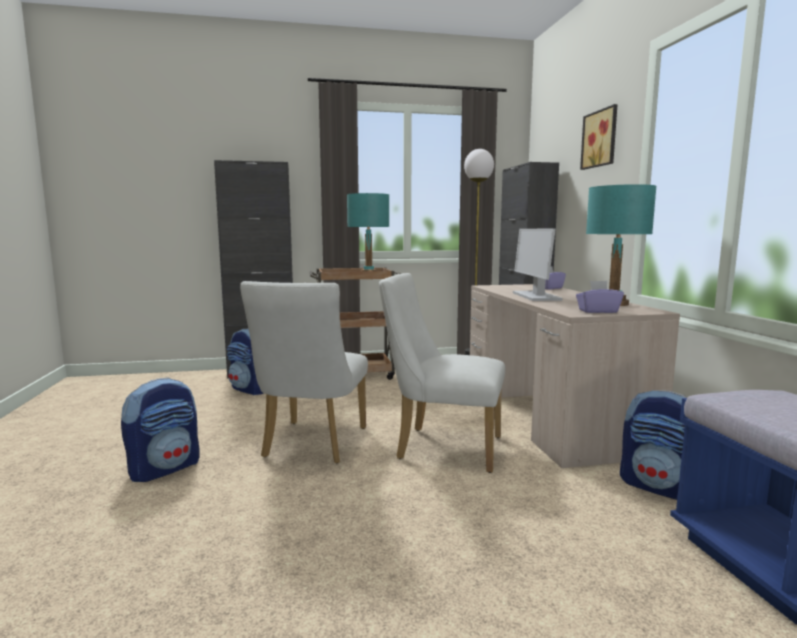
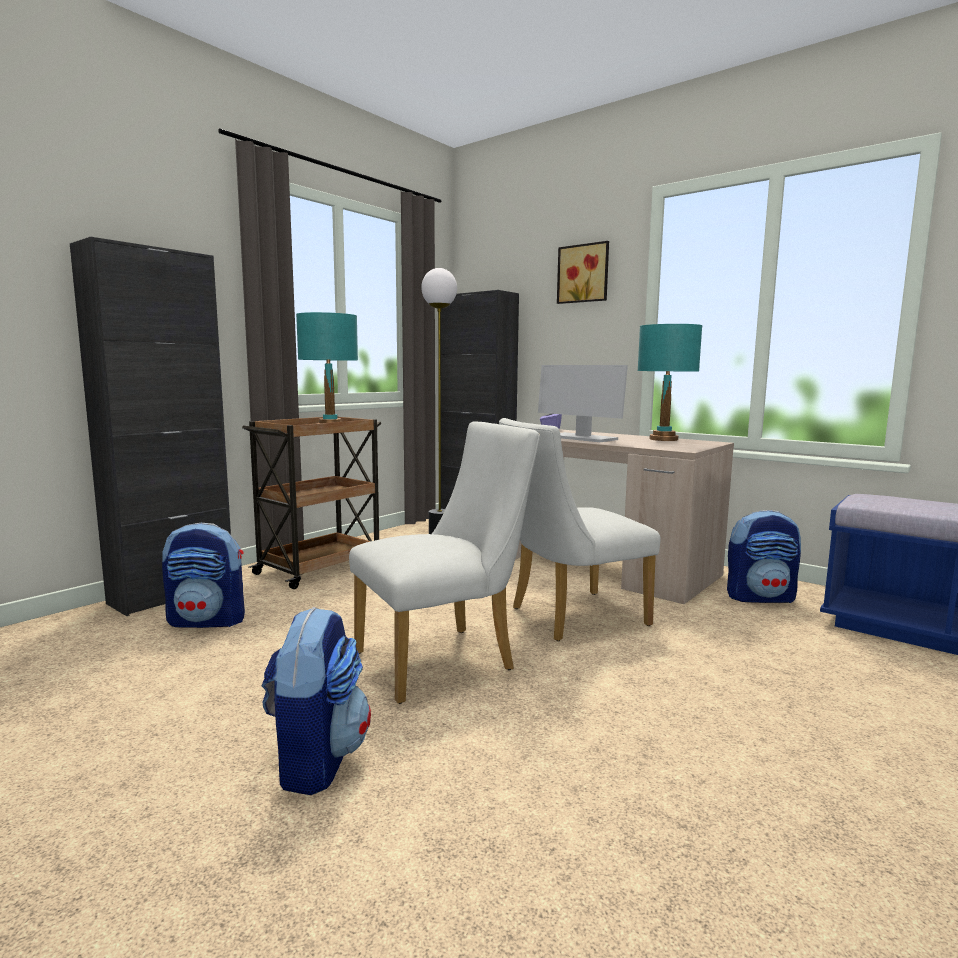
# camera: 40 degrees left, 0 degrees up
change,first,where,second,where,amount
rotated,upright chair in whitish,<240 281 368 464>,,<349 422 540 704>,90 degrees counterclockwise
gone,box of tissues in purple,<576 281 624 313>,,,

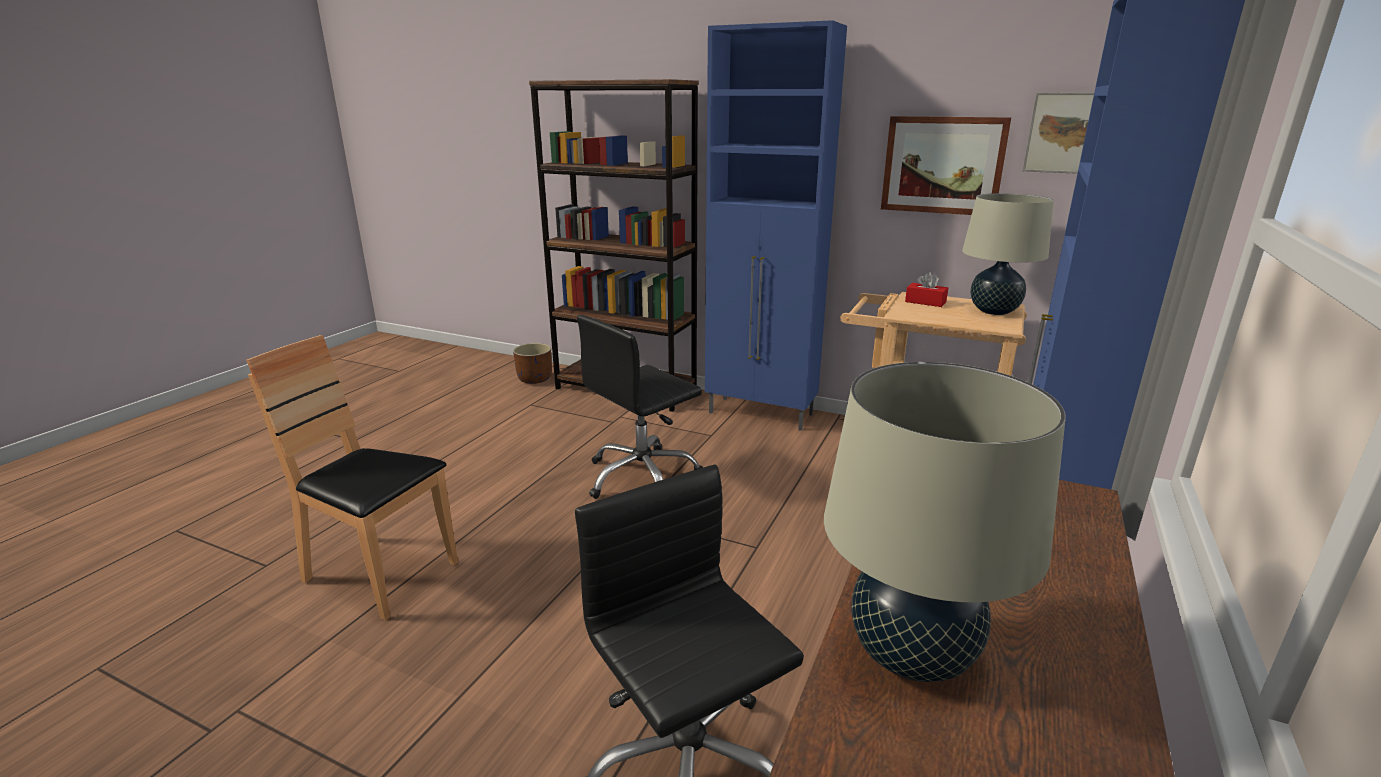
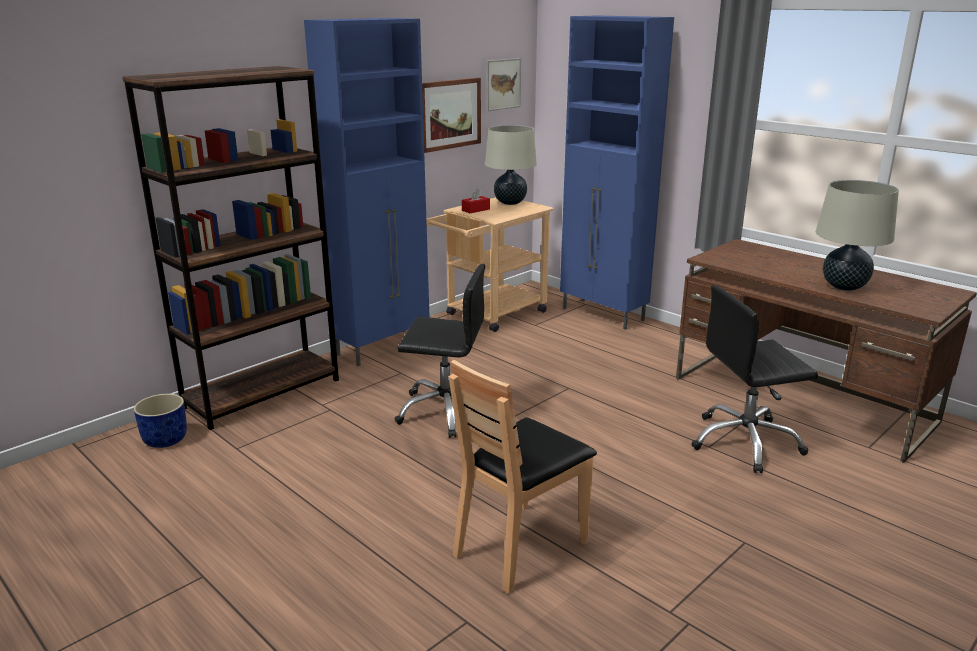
# camera: 70 degrees left, 0 degrees up
change,first,where,second,where,amount
rotated,computer chair in black,<577 315 703 499>,,<394 264 485 438>,60 degrees counterclockwise
repainted,flower pot in brown-coloured,<513 343 552 384>,flower pot in bluish,<134 394 187 448>,

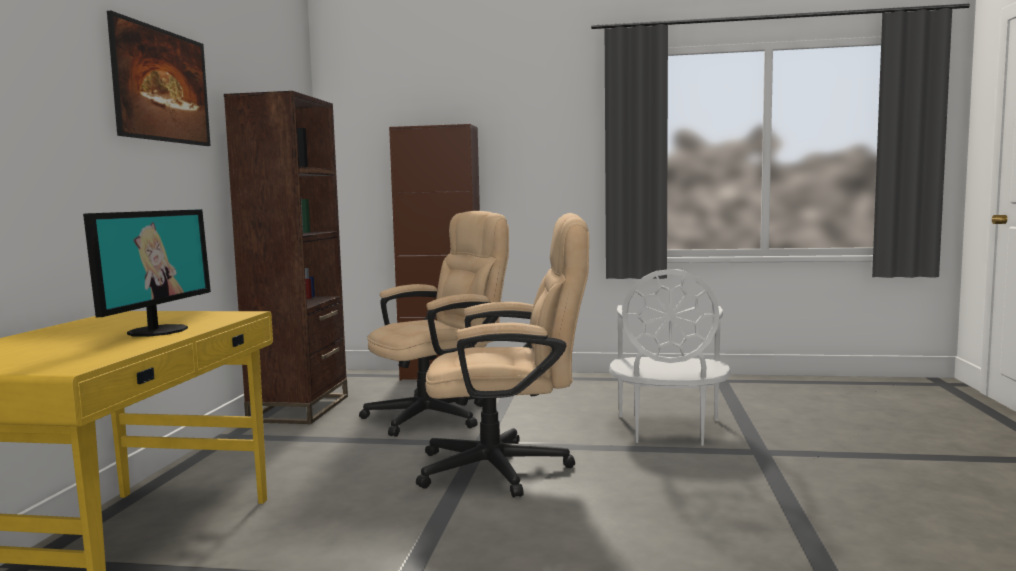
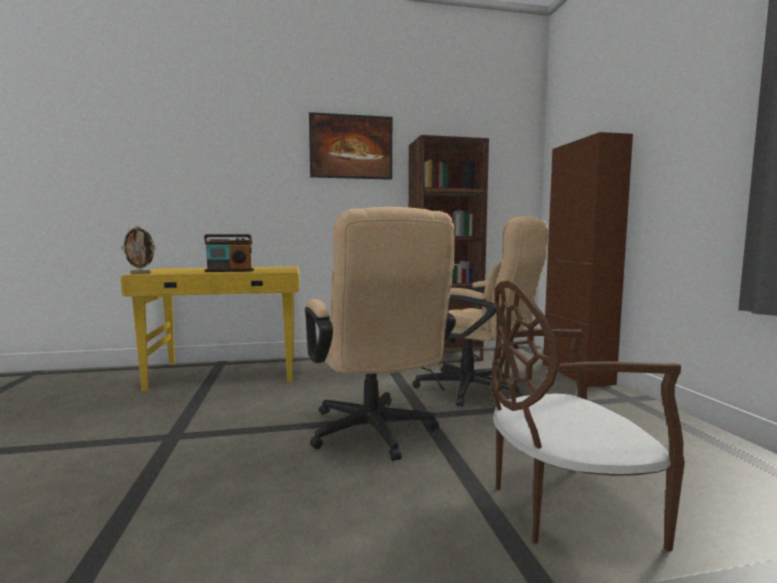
# camera: 70 degrees right, 0 degrees up
change,first,where,second,where,amount
swapped,monitor,<83 209 211 337>,radio,<204 234 254 272>,
repainted,upright chair in whitish,<609 269 731 446>,upright chair in brown-coloured,<491 281 685 551>,
new,,,picture frame,<121 226 156 274>,

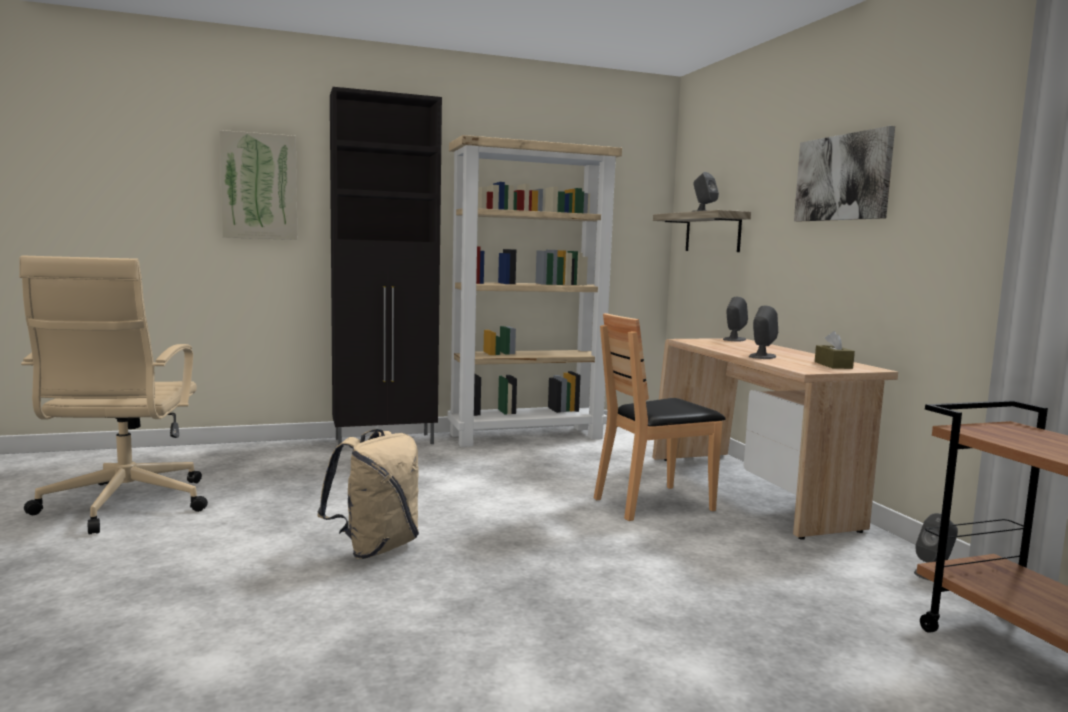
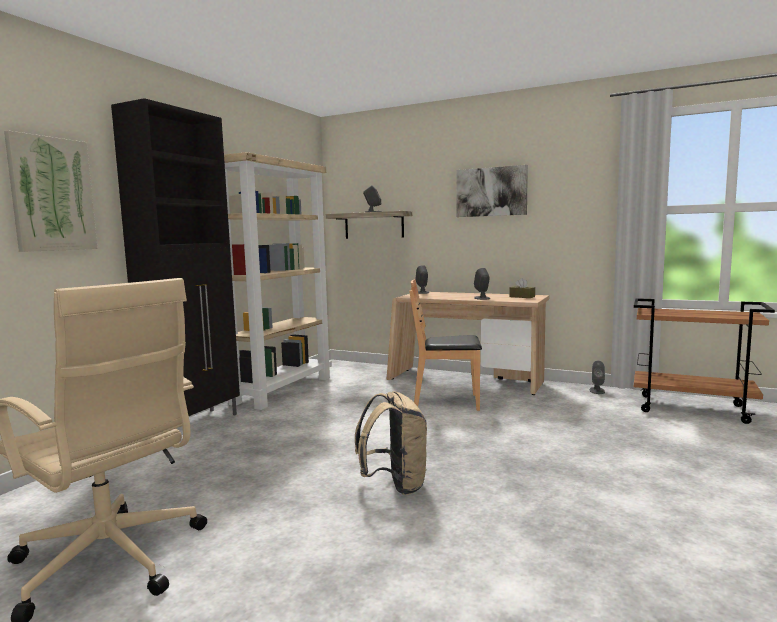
# camera: 45 degrees left, 0 degrees up
change,first,where,second,where,amount
rotated,upright chair in brown-coloured,<594 313 726 521>,,<409 279 482 411>,75 degrees clockwise

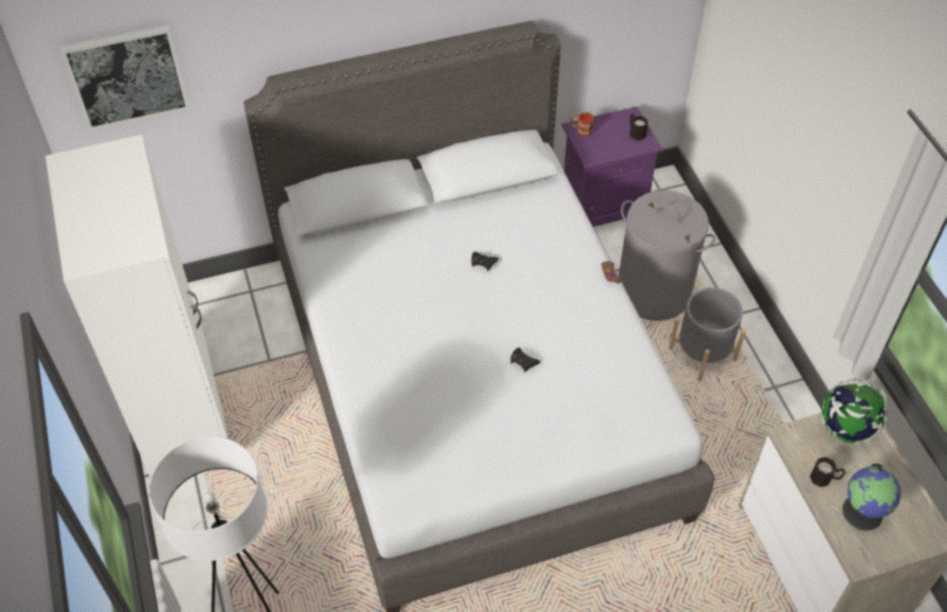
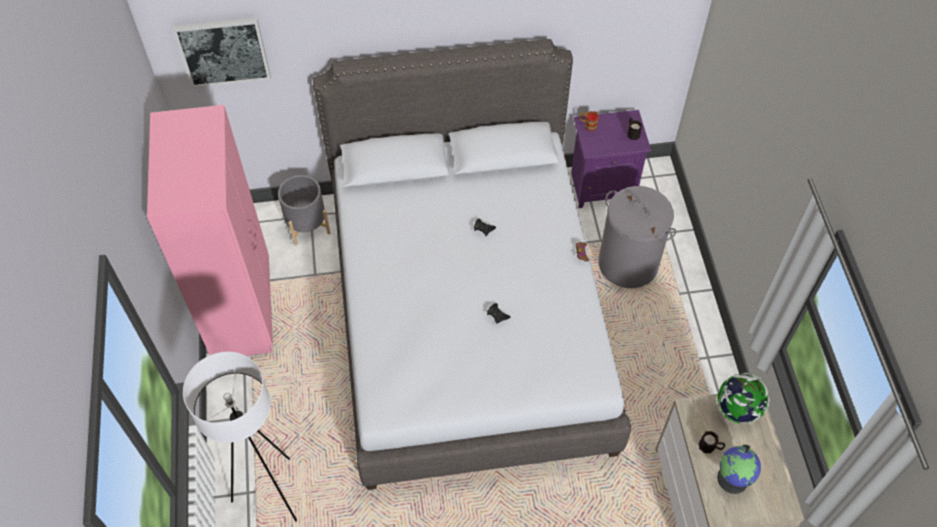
# camera: 10 degrees right, 5 degrees up
change,first,where,second,where,amount
repainted,wardrobe in whitish,<46 135 228 478>,wardrobe in pink-coloured,<147 105 273 356>,
shifted,flower pot in greyish,<669 288 746 381>,,<278 175 330 245>,

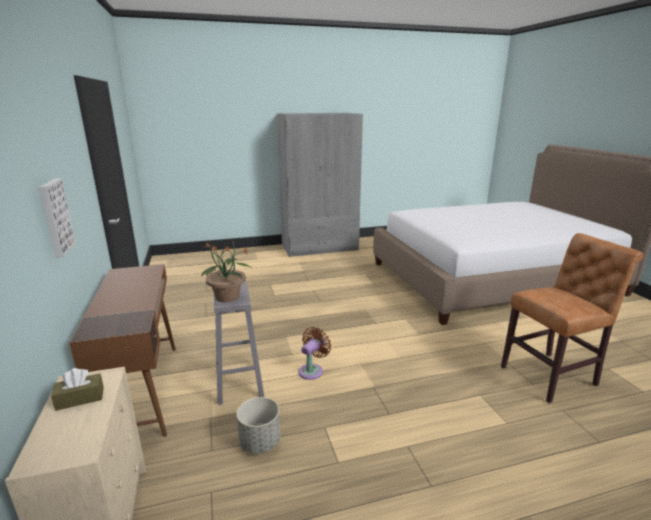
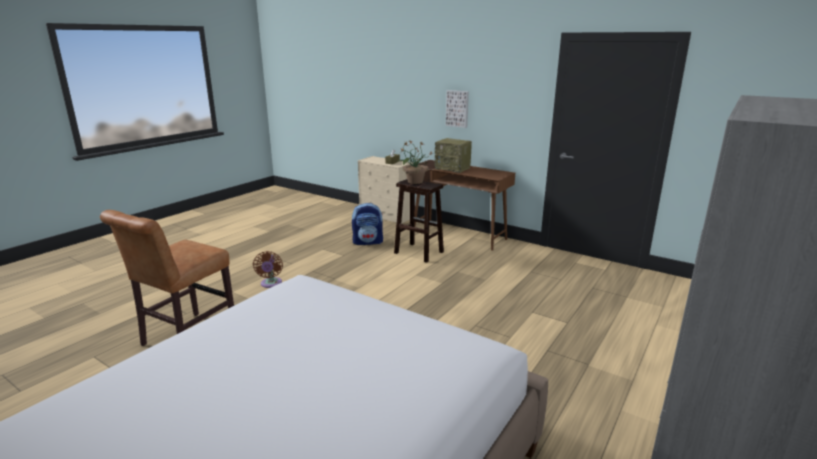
# camera: 140 degrees right, 0 degrees up
change,first,where,second,where,amount
repainted,sitting stool in greyish,<214 280 264 405>,sitting stool in brown-coloured,<394 179 444 263>,
shifted,electric fan in brown-coloured,<299 327 331 380>,,<253 251 283 288>,
swapped,flower pot in greyish,<236 397 280 453>,rucksack,<352 203 383 245>,
new,,,radio,<435 138 472 173>,

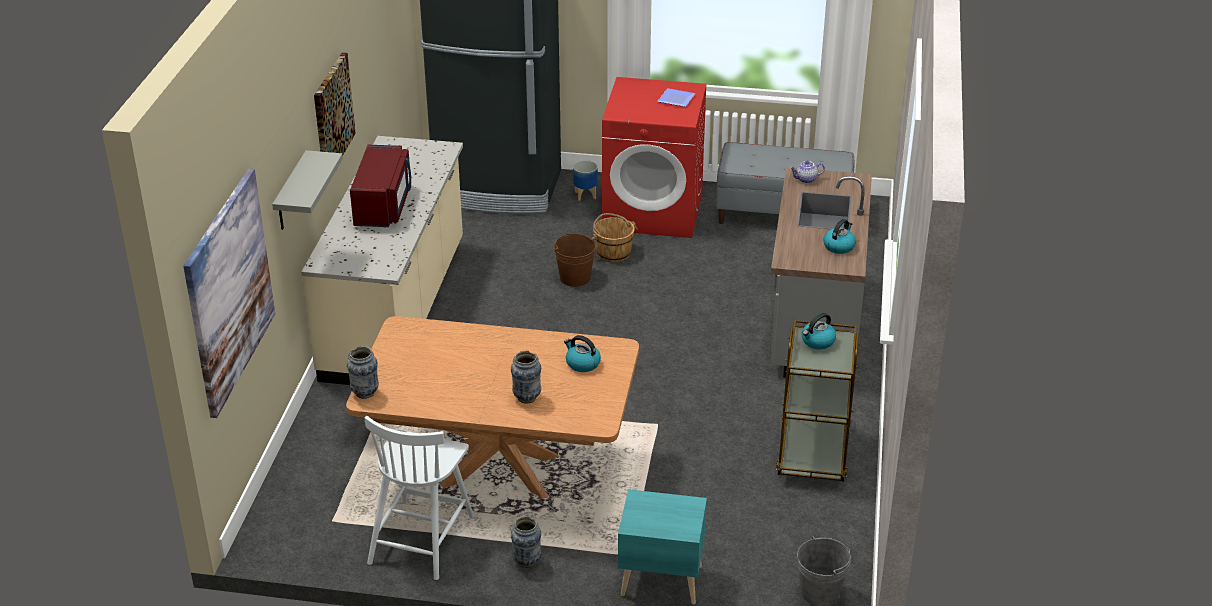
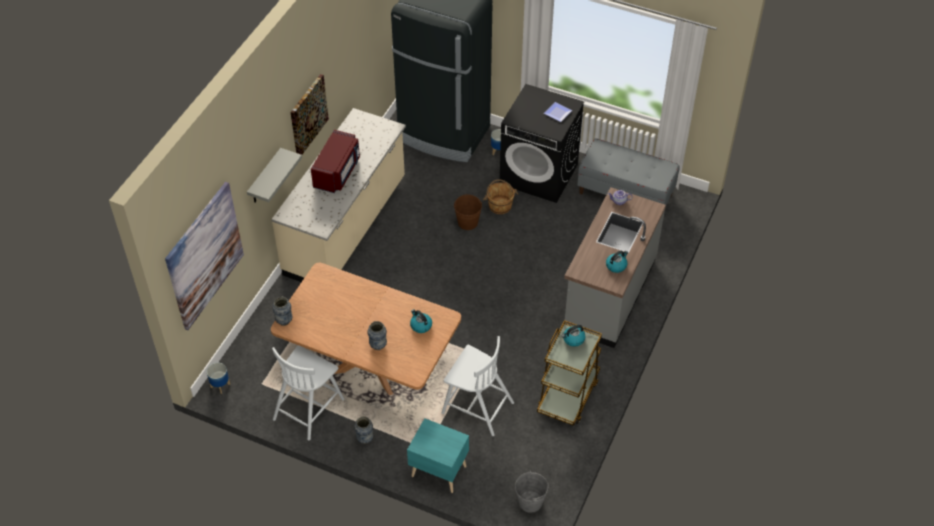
# camera: 15 degrees right, 15 degrees up
change,first,where,second,where,amount
repainted,laundry appliance in reddish,<602 77 707 238>,laundry appliance in black,<500 84 584 203>,
new,,,upright chair in whitish,<442 336 514 436>,
new,,,flower pot,<207 363 230 394>,

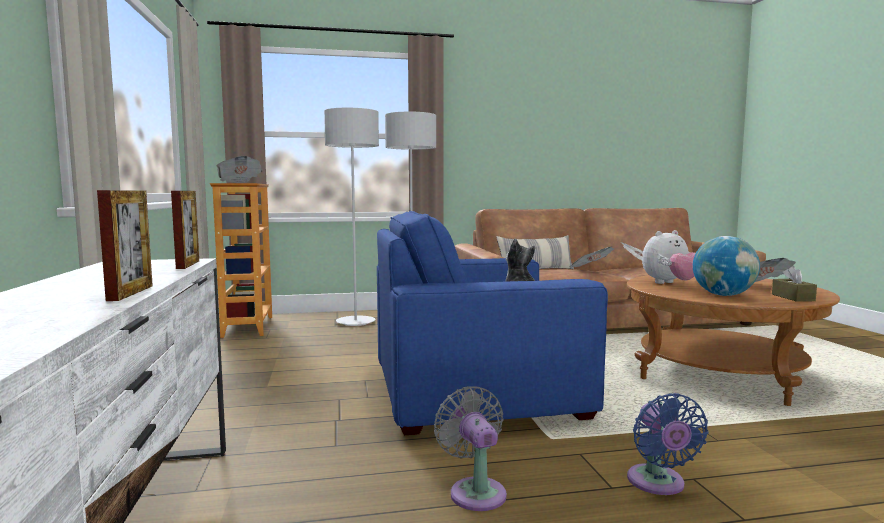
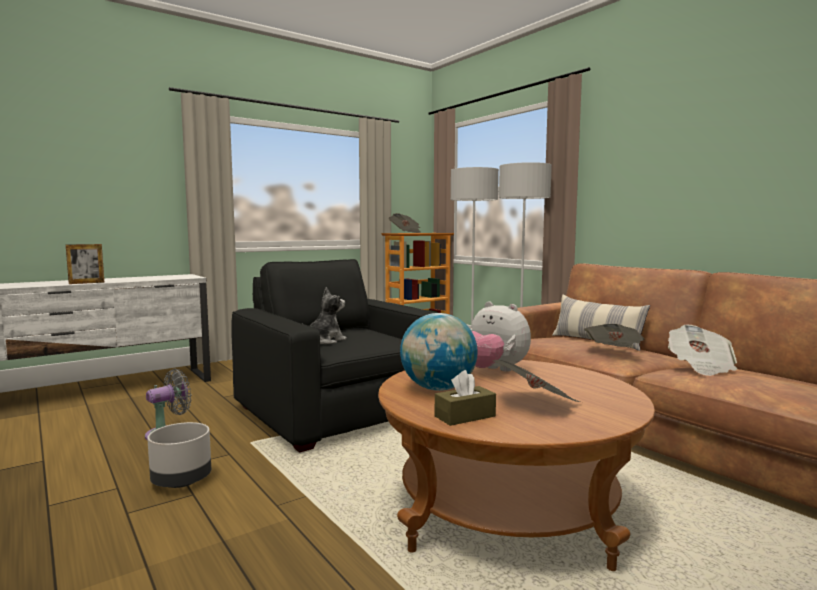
# camera: 65 degrees right, 0 degrees up
change,first,where,second,where,amount
gone,picture frame,<171 191 199 269>,,,
repainted,armchair in bluish,<377 211 608 435>,armchair in black,<231 259 437 452>,
swapped,electric fan in bluish,<627 393 709 495>,flower pot in greyish,<147 422 211 488>,

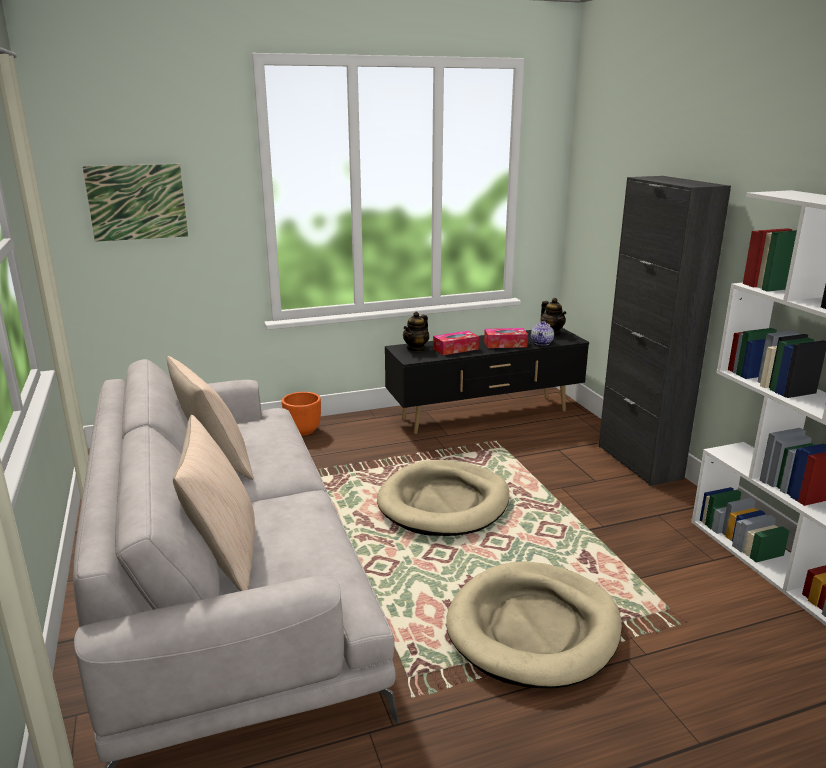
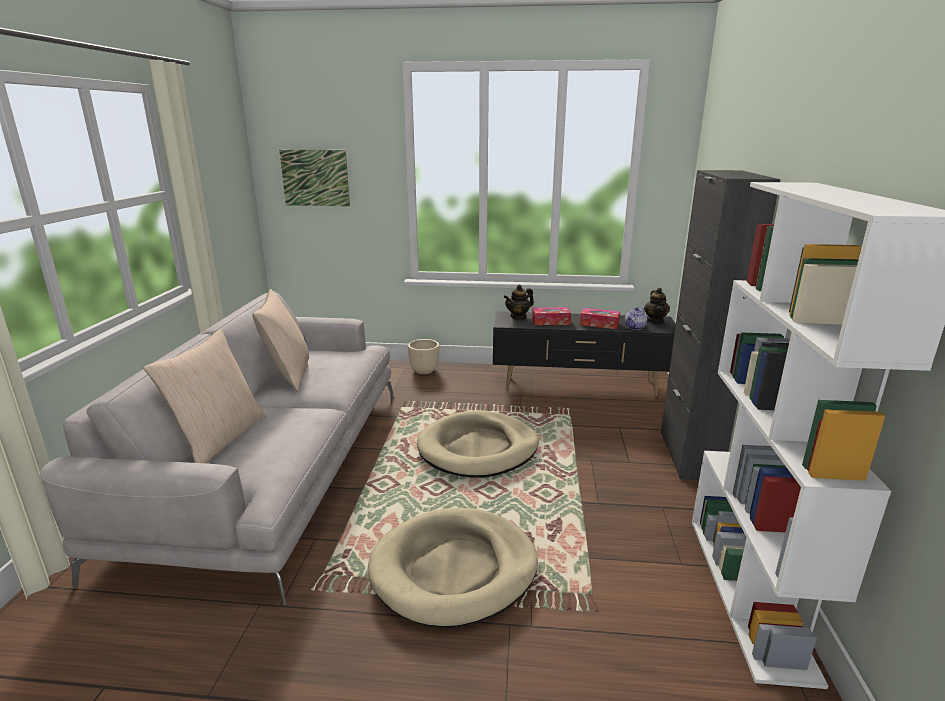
# camera: 25 degrees right, 0 degrees up
change,first,where,second,where,amount
repainted,flower pot in orange-coloured,<282 392 321 436>,flower pot in beige,<408 339 439 374>,

